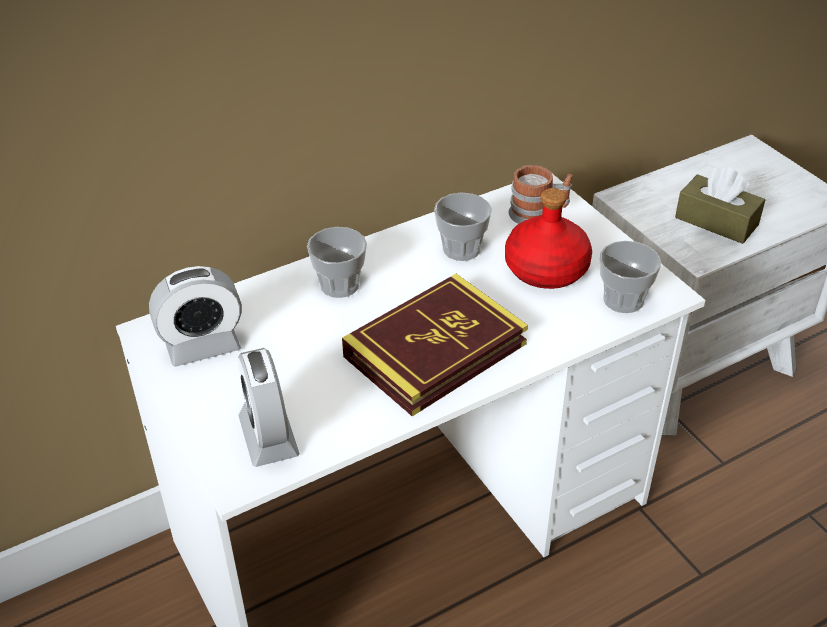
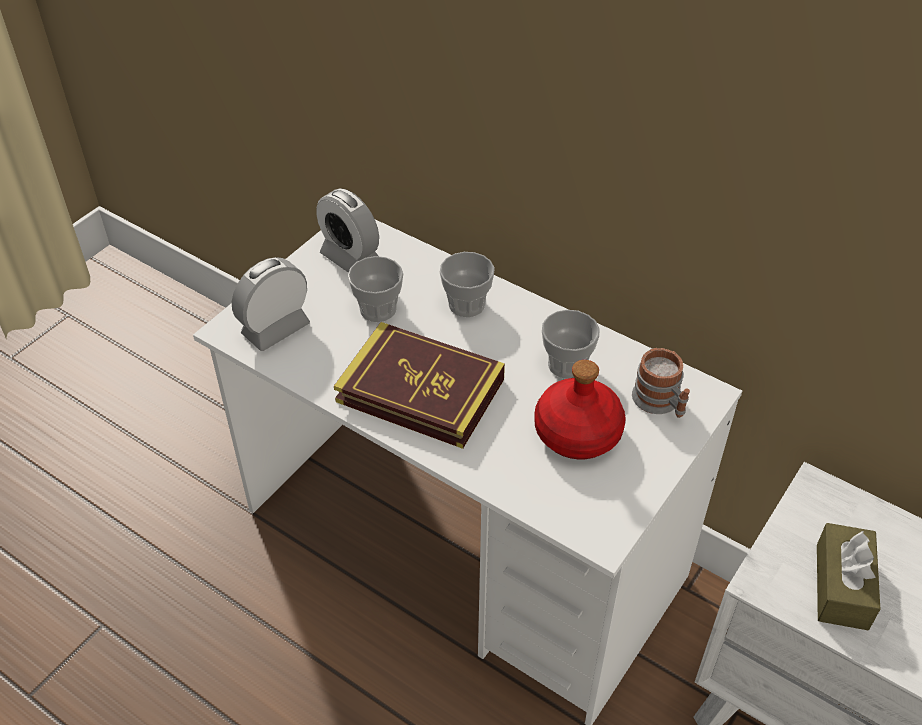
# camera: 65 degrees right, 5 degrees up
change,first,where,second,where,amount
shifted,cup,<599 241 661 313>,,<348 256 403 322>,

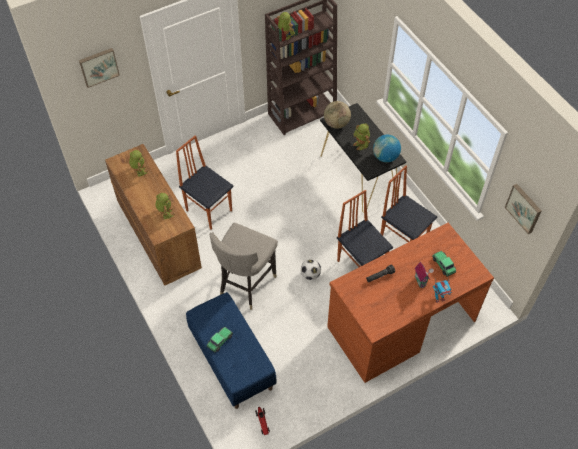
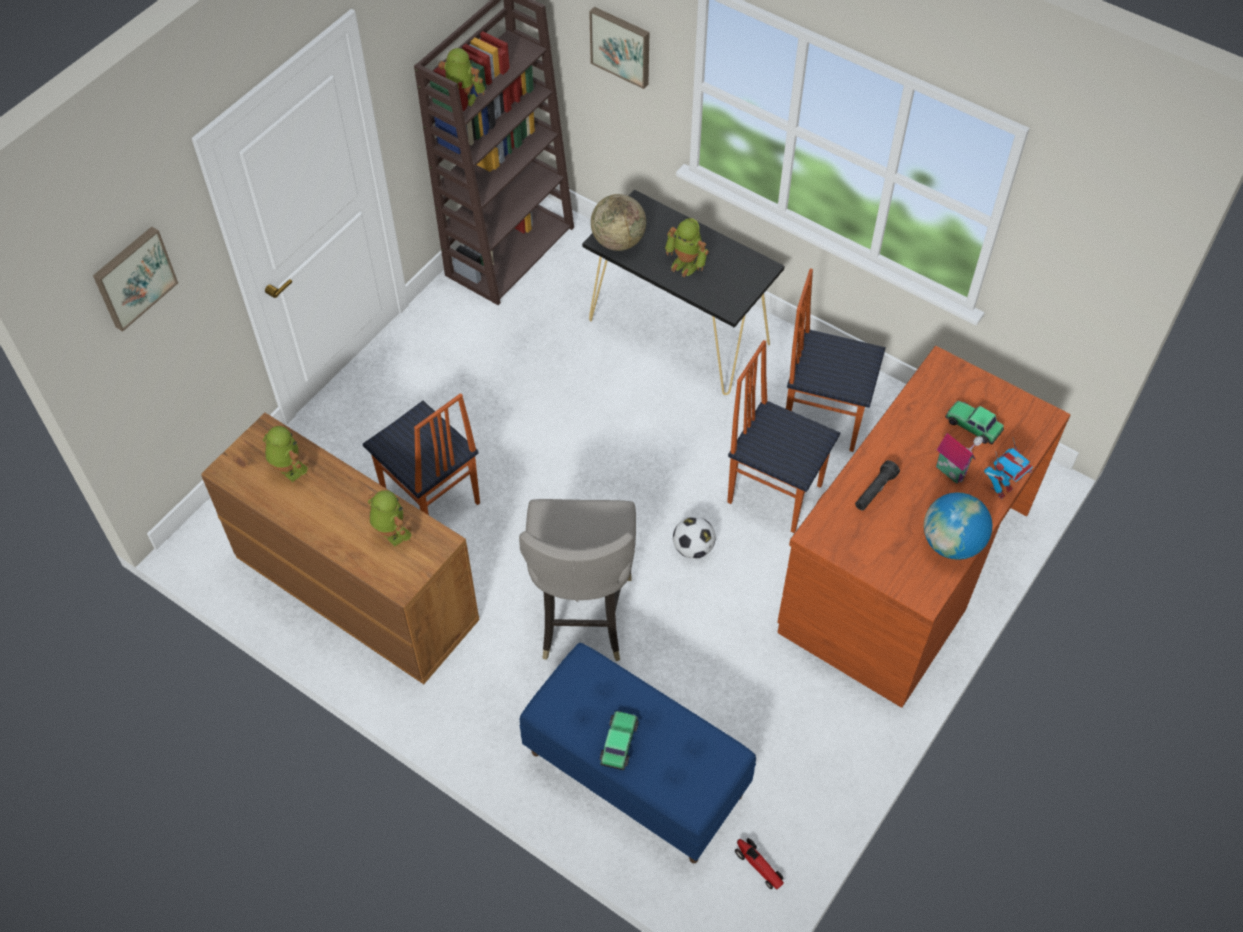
# camera: 25 degrees left, 0 degrees up
change,first,where,second,where,amount
rotated,upright chair,<176 135 234 229>,,<363 393 480 515>,150 degrees counterclockwise
shifted,desk globe,<373 135 401 163>,,<924 492 992 560>,
shifted,wall picture,<505 184 541 234>,,<589 7 649 89>,

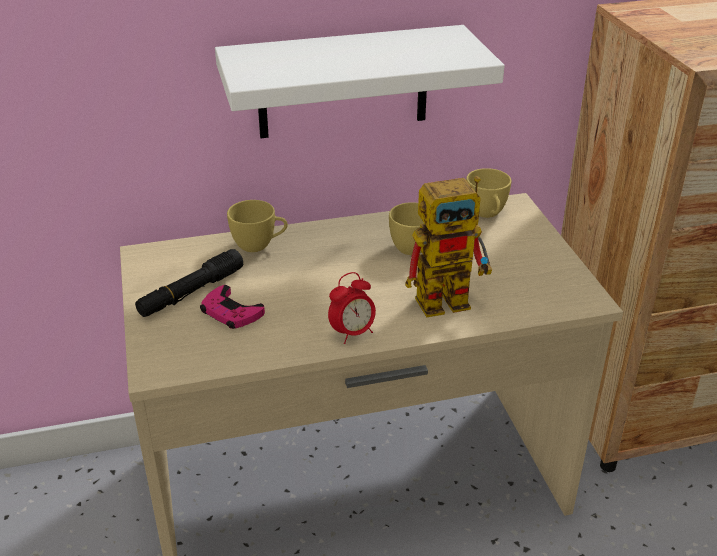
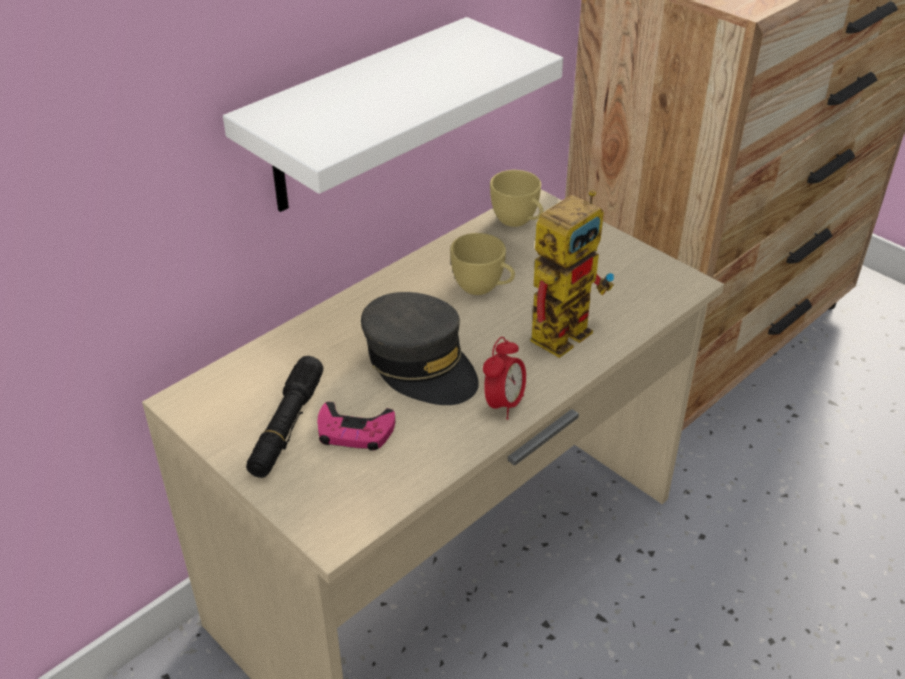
# camera: 30 degrees left, 5 degrees up
change,first,where,second,where,amount
gone,cup in yellowish,<227 200 288 252>,,,
new,,,baseball cap in greyish,<361 292 479 405>,

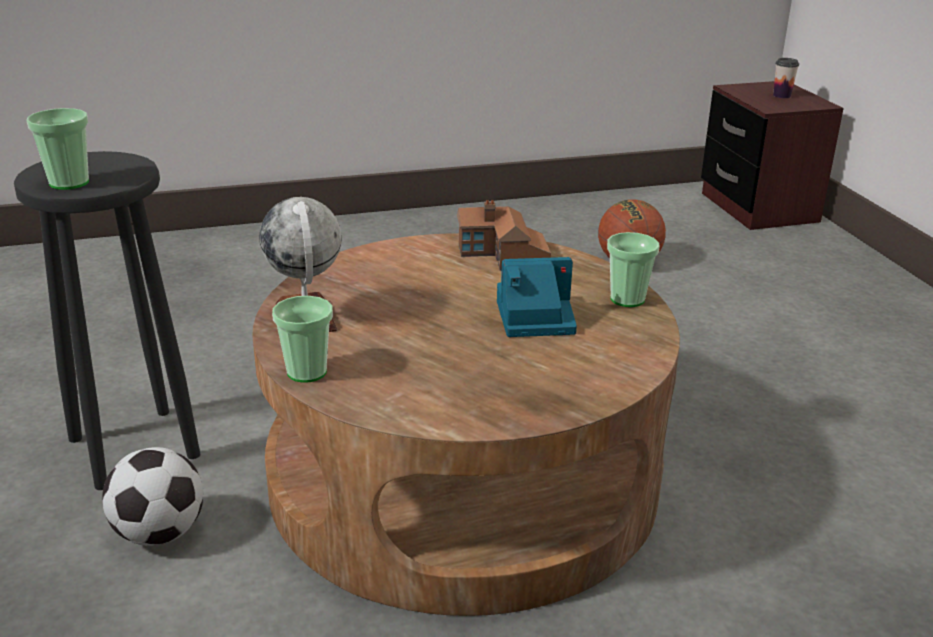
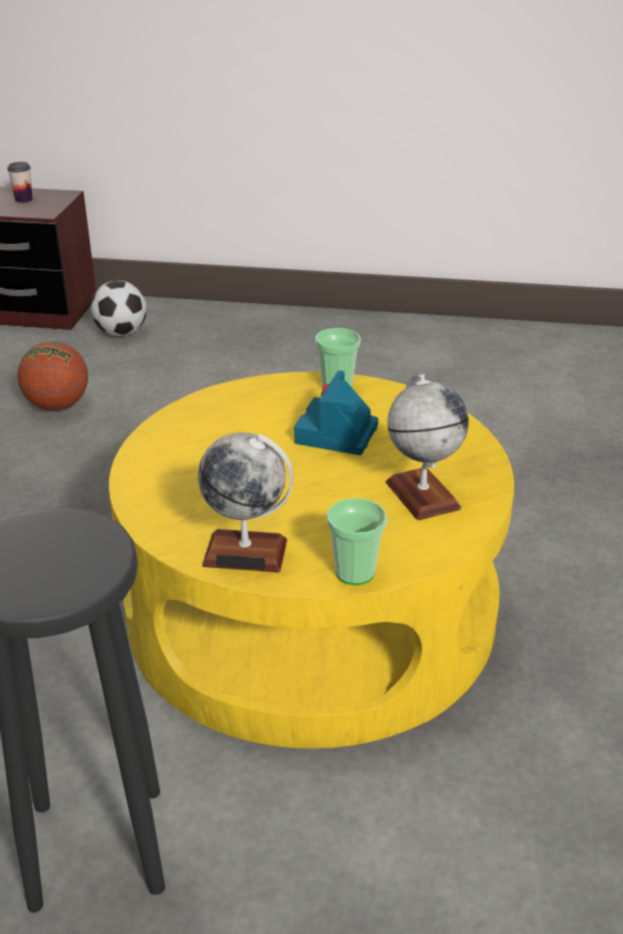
# camera: 65 degrees left, 5 degrees up
change,first,where,second,where,amount
gone,cup,<27 108 89 190>,,,
gone,toy house,<457 200 551 271>,,,
repainted,low table in brown-coloured,<252 233 680 616>,low table in yellowish,<109 372 514 749>,
shifted,ball for football,<102 447 203 546>,,<91 280 147 336>,
new,,,desk globe,<386 374 469 520>,

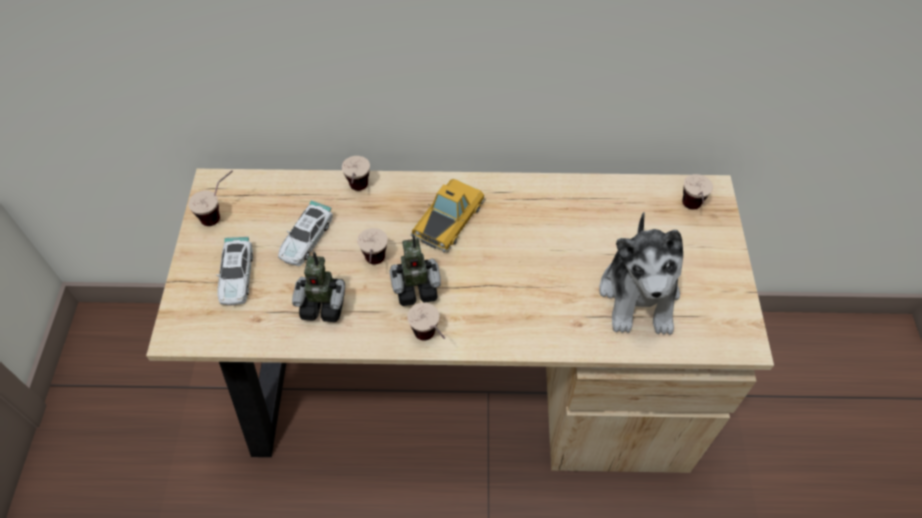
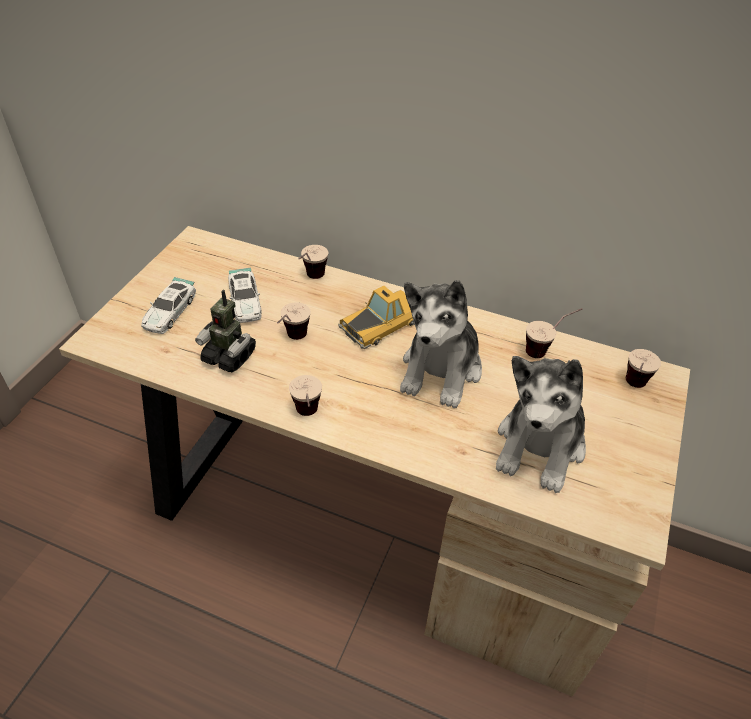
# camera: 20 degrees right, 10 degrees down
change,first,where,second,where,amount
shifted,cup,<188 171 233 226>,,<526 308 582 358>,
rotated,model car,<278 200 333 266>,,<228 268 262 323>,60 degrees counterclockwise
gone,toy robot,<389 234 441 306>,,,
new,,,cuddly toy,<400 280 482 408>,

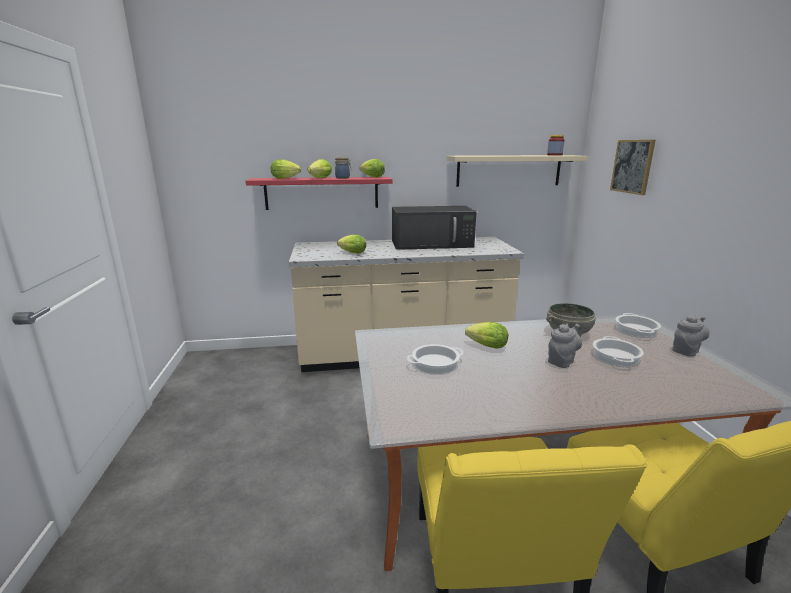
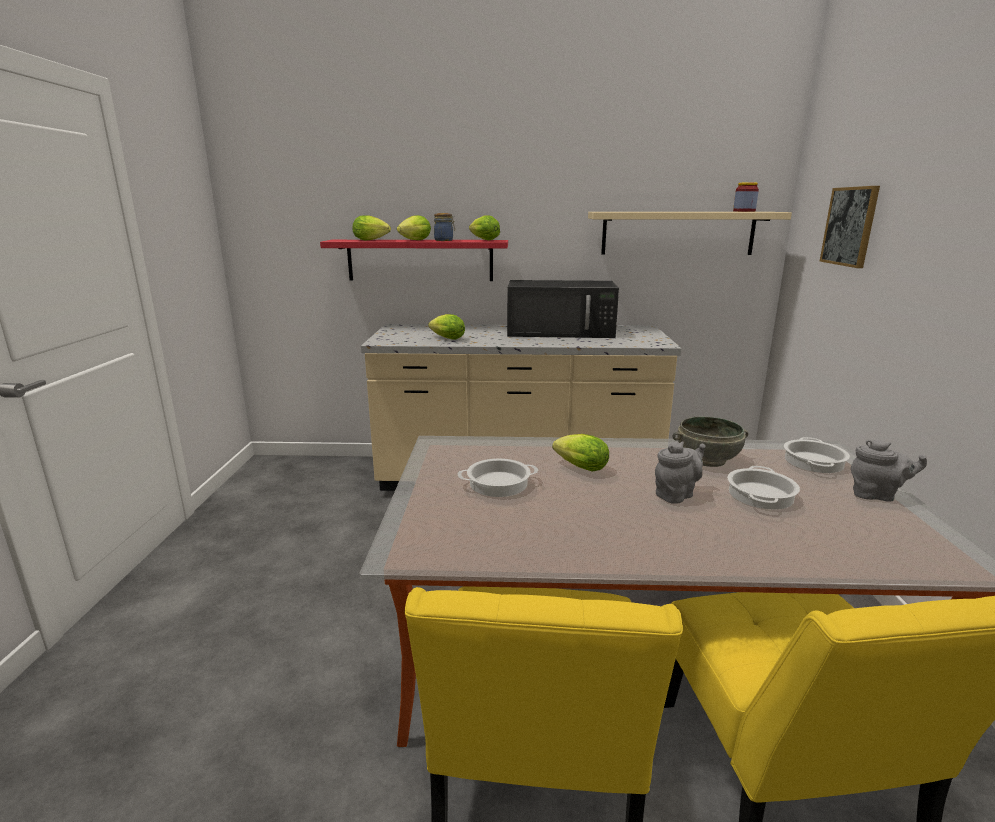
# camera: 10 degrees right, 0 degrees up
change,first,where,second,where,amount
rotated,tea pot in greyish,<672 315 709 357>,,<851 439 927 501>,45 degrees clockwise

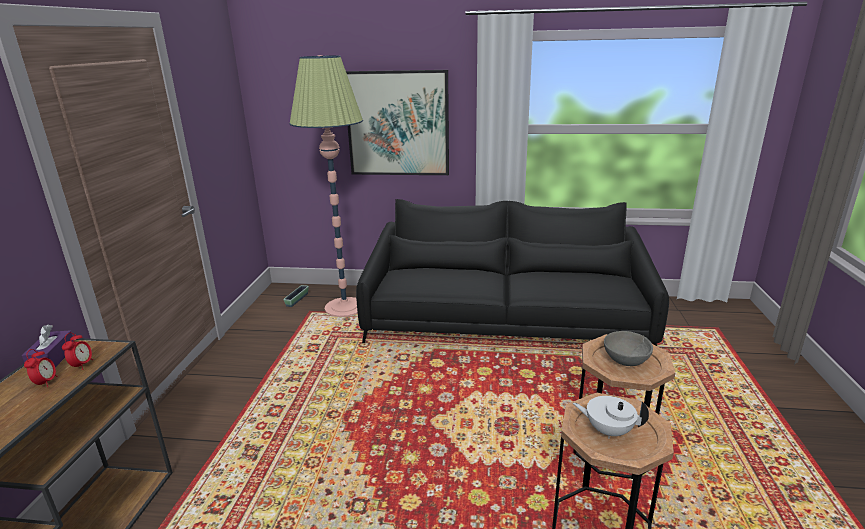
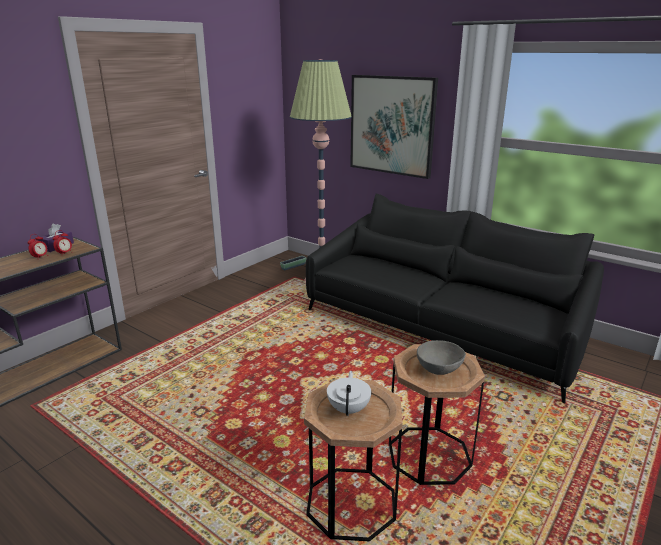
# camera: 30 degrees right, 0 degrees up
change,first,where,second,where,amount
rotated,tea pot in whitish,<573 396 649 439>,,<327 371 371 416>,45 degrees clockwise

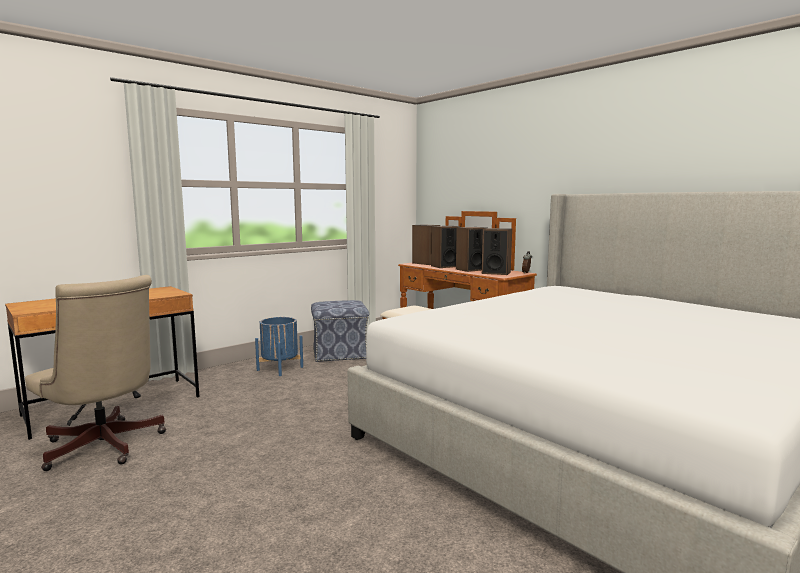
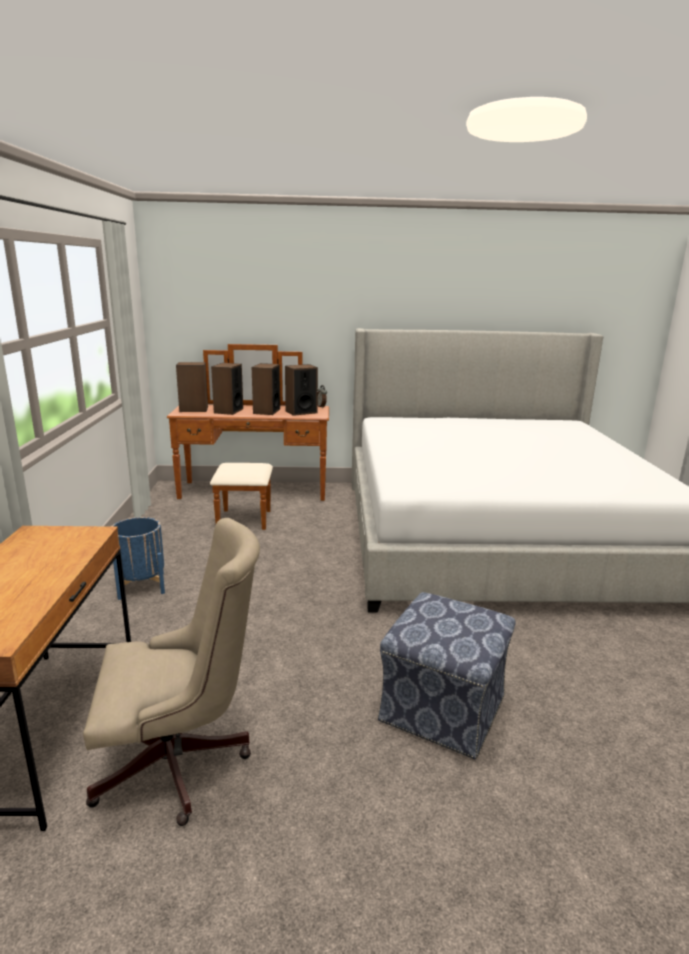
# camera: 50 degrees left, 10 degrees up
change,first,where,second,where,amount
shifted,ottoman,<311 300 369 362>,,<378 592 516 759>,

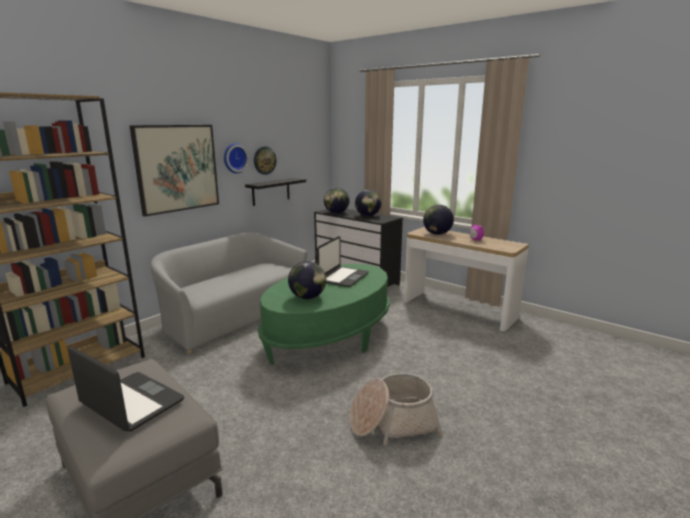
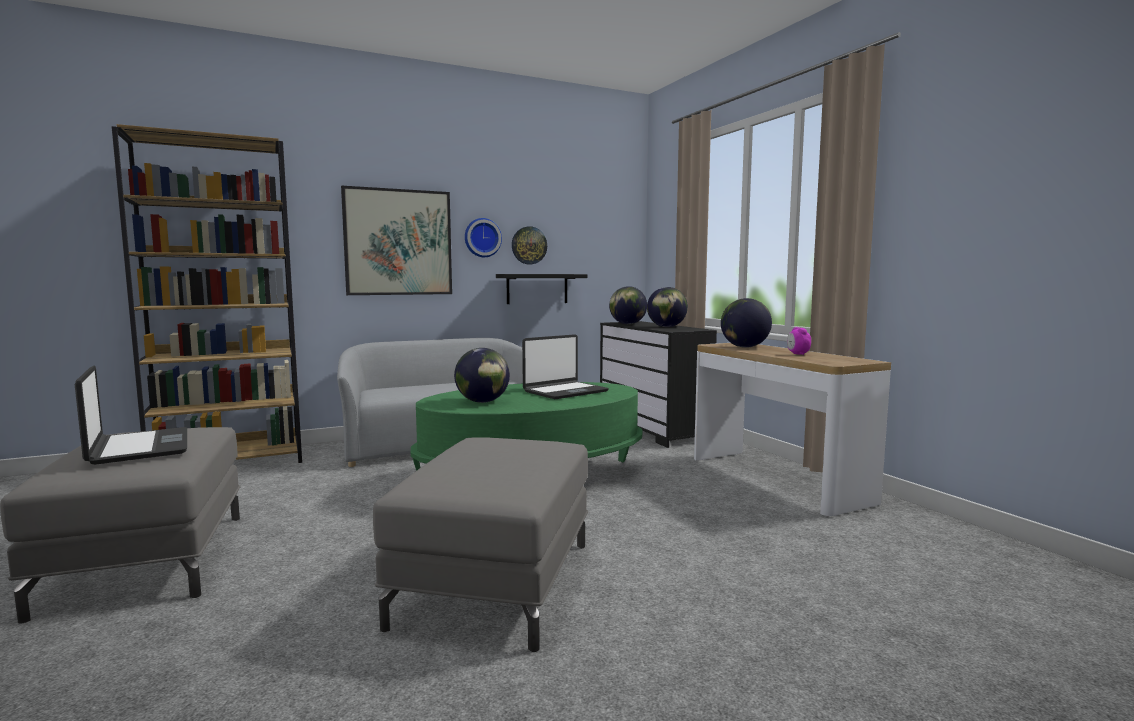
# camera: 25 degrees right, 10 degrees down
change,first,where,second,where,amount
swapped,household basket,<349 373 443 445>,ottoman in greyish,<373 438 588 652>,

